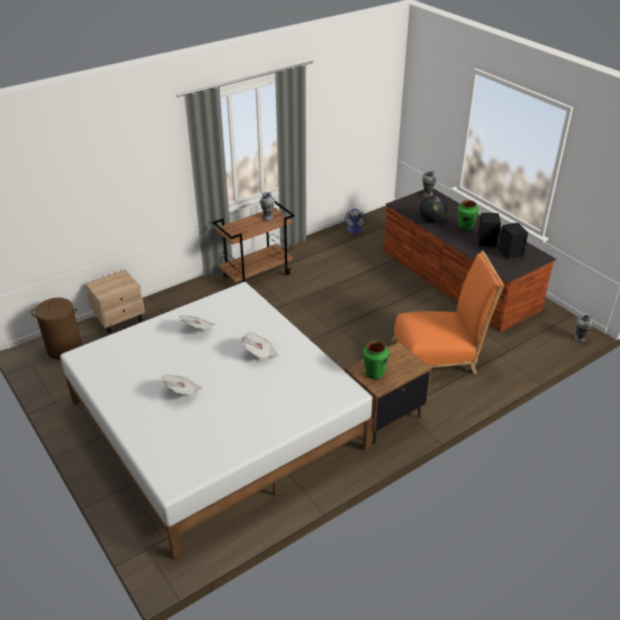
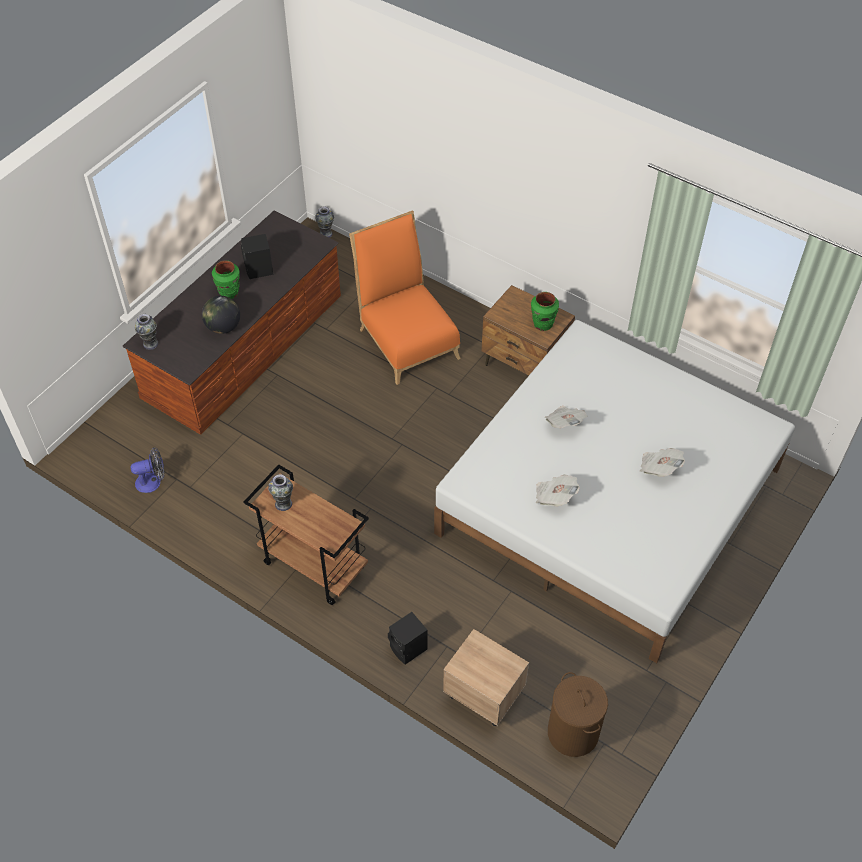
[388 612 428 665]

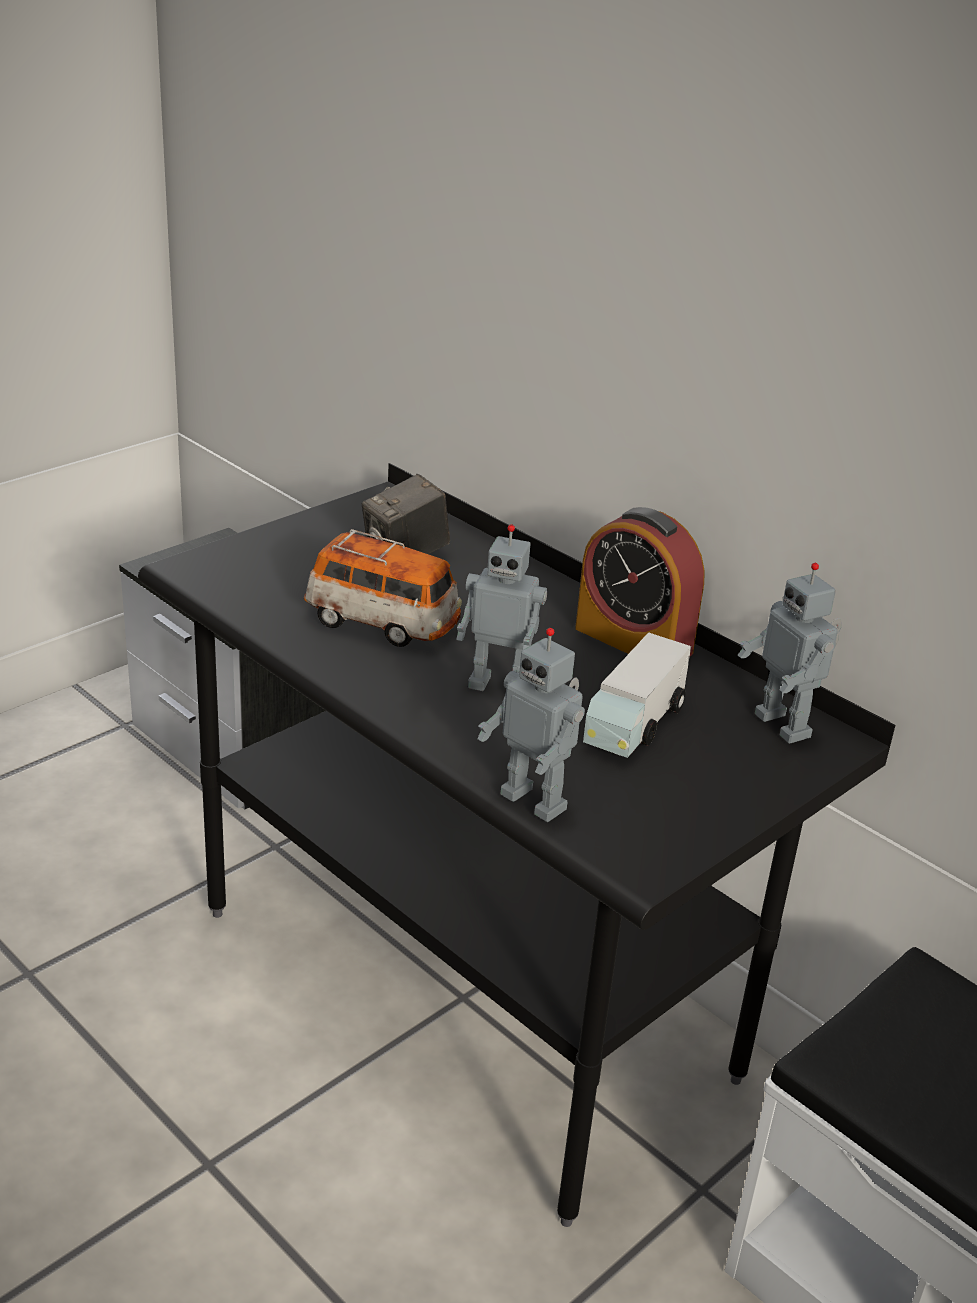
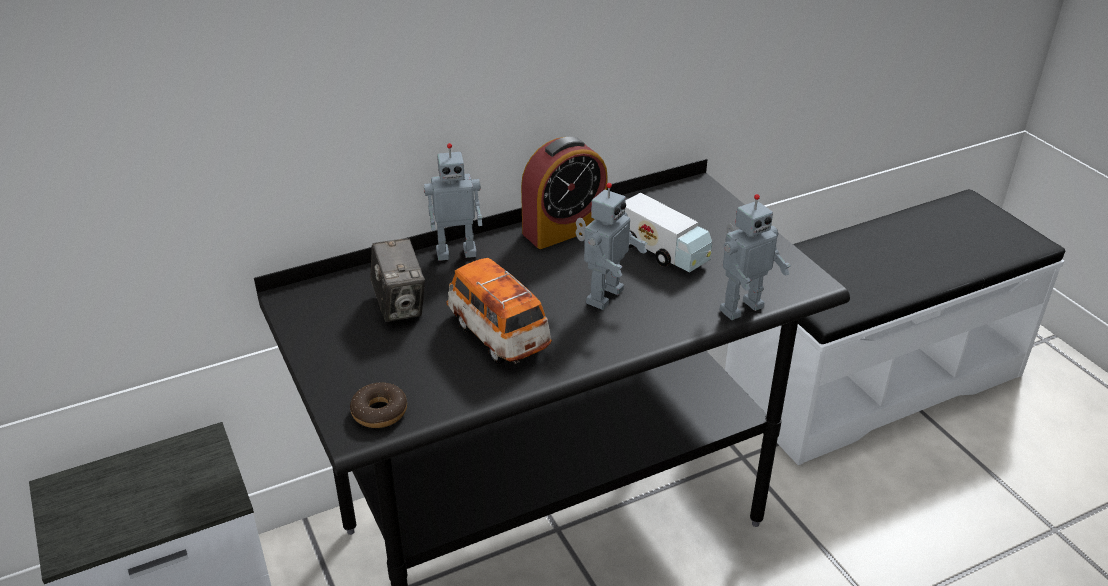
[447 258 552 364]
[424 143 482 261]
[350 382 407 428]

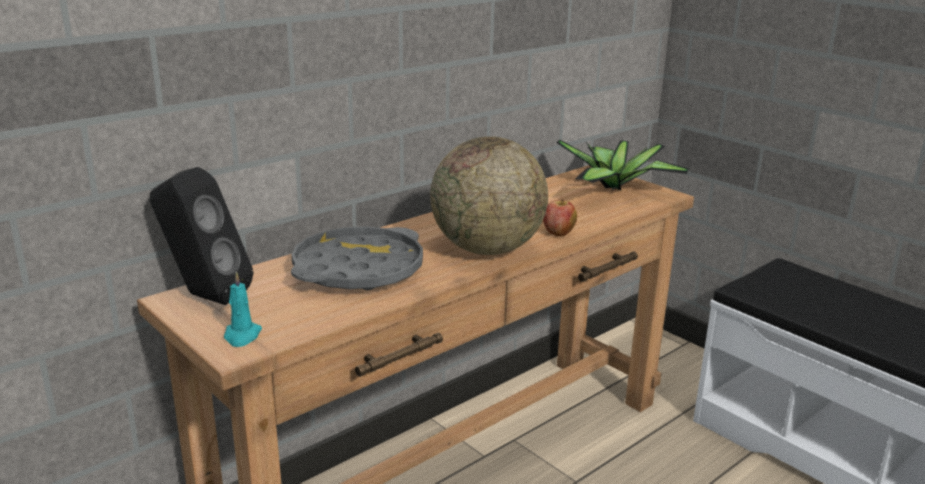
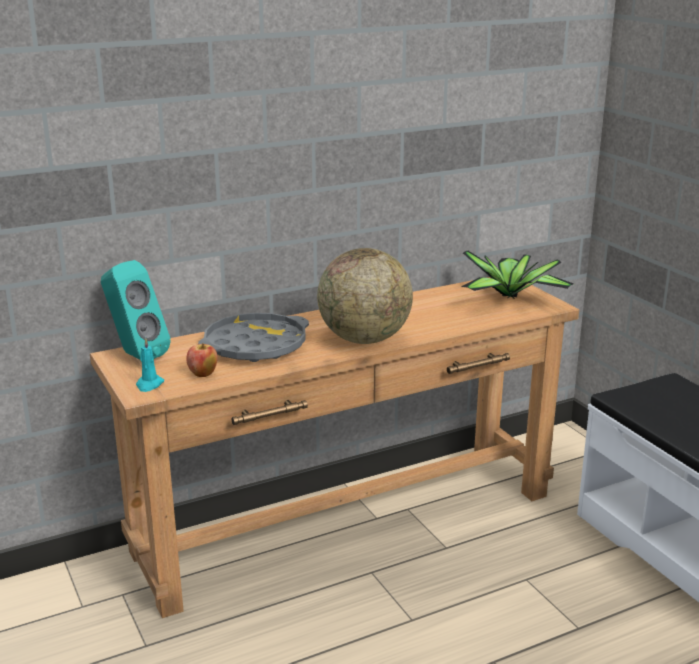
[101 260 171 360]
[186 343 218 377]

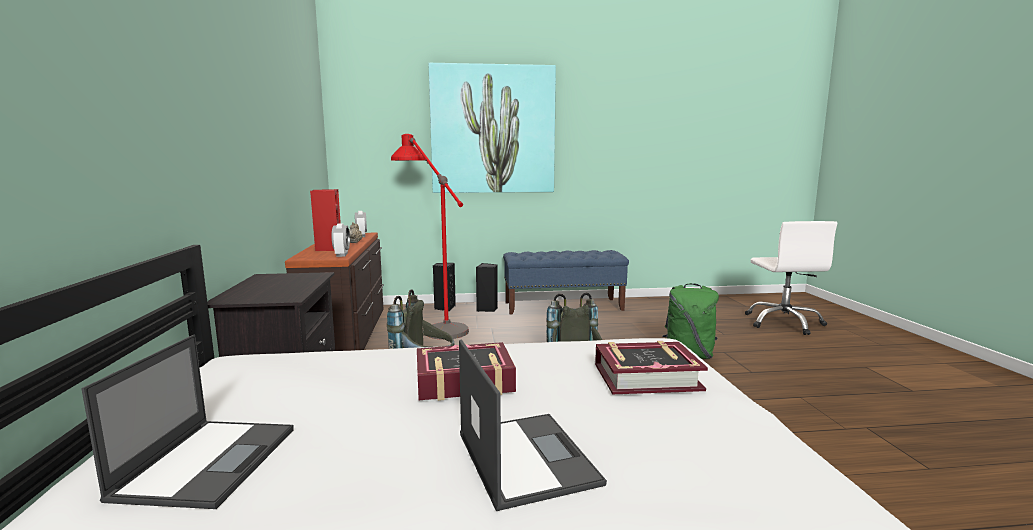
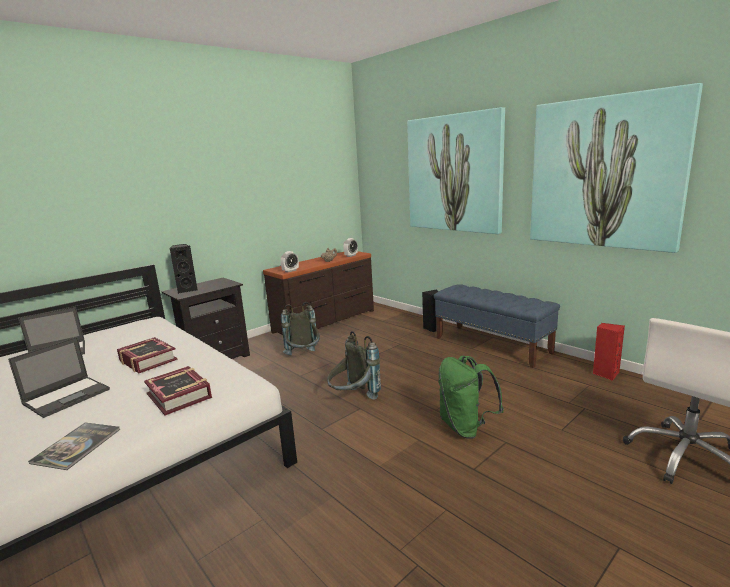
[391 134 469 340] (first image)
[593 323 625 381]
[170 244 198 293]
[530 83 703 253]
[28 423 120 470]

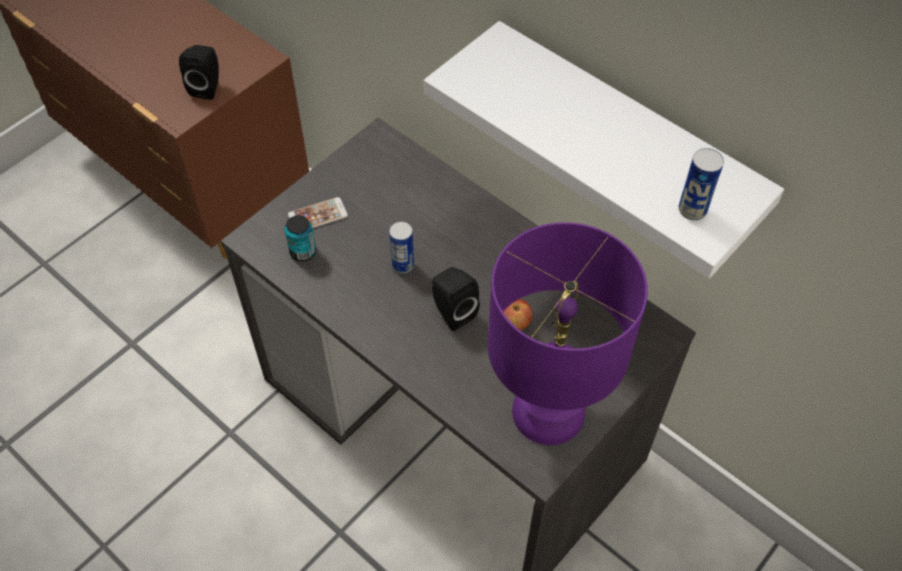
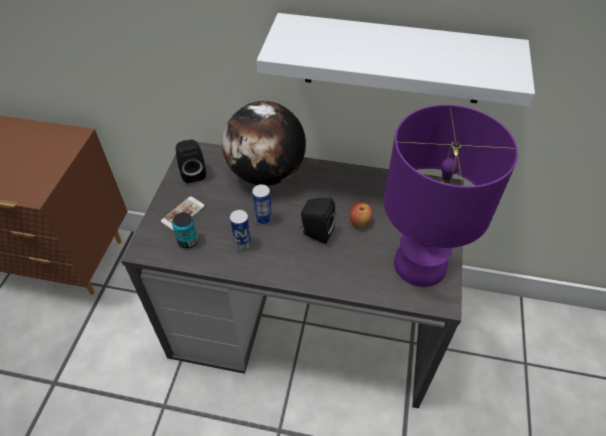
[176 139 206 183]
[230 209 251 251]
[222 101 306 186]

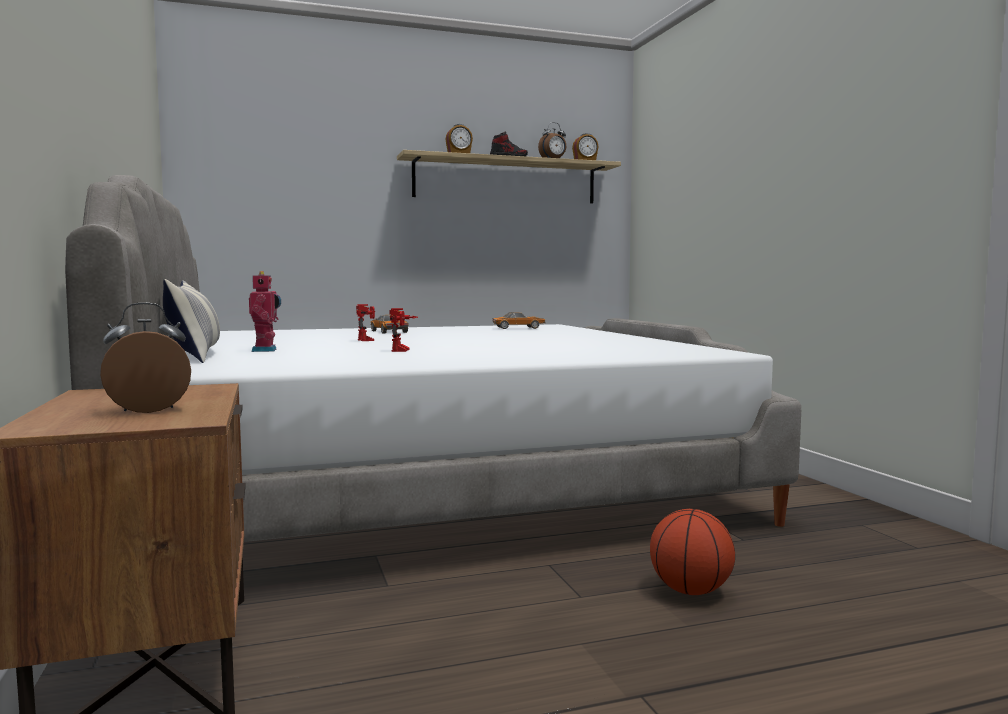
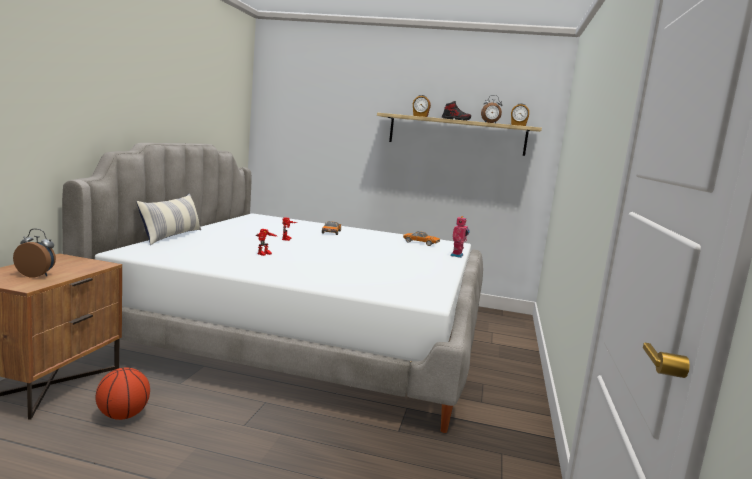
[450 216 470 258]
[96 368 150 420]

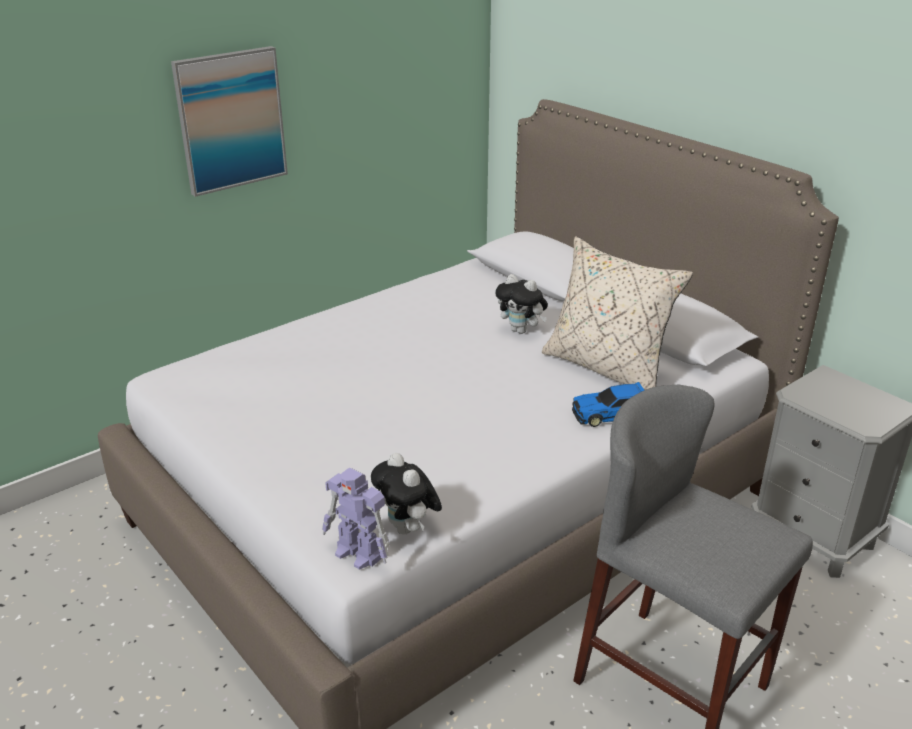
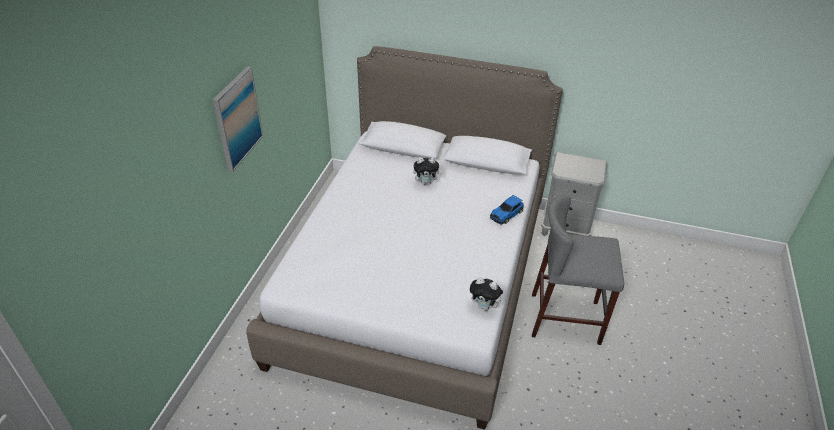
[542 236 693 390] (first image)
[322 468 390 570] (first image)

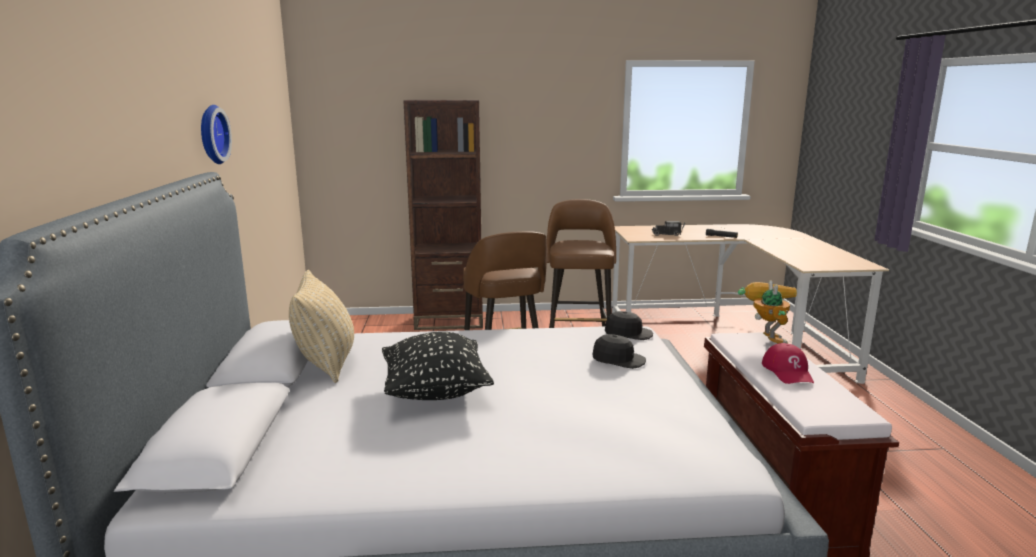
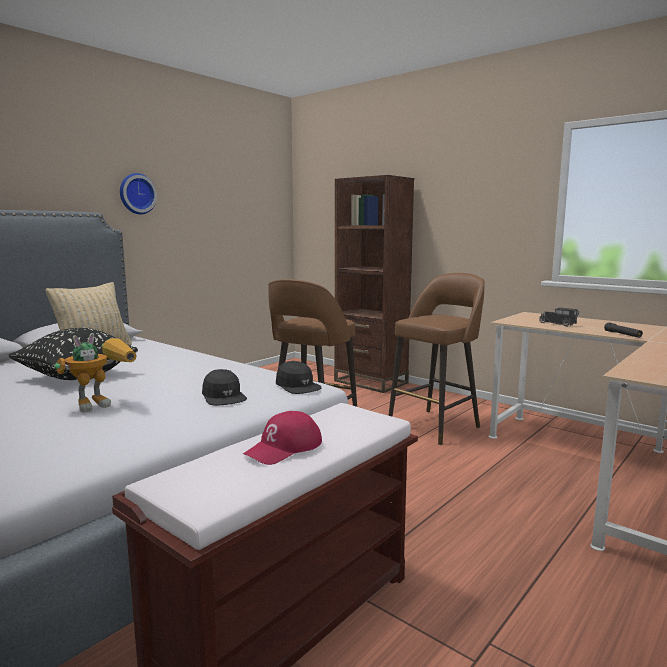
[54 333 137 413]

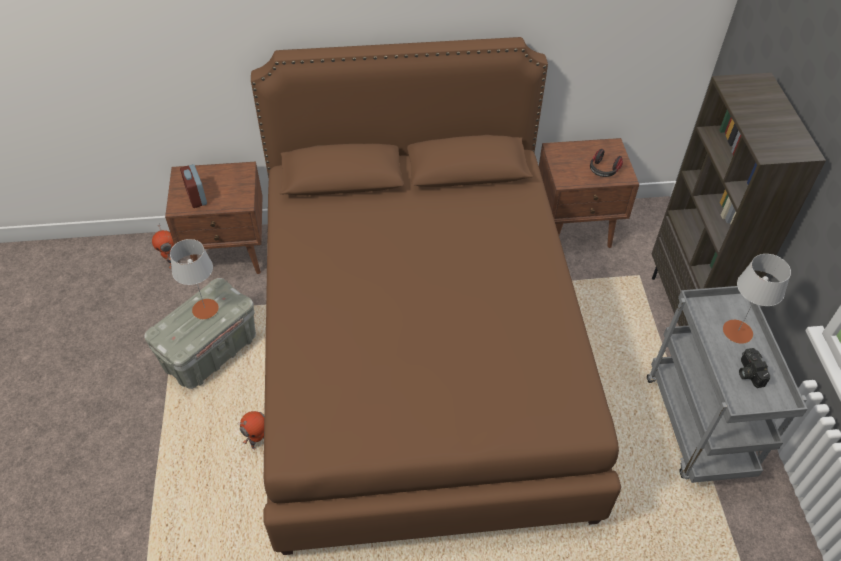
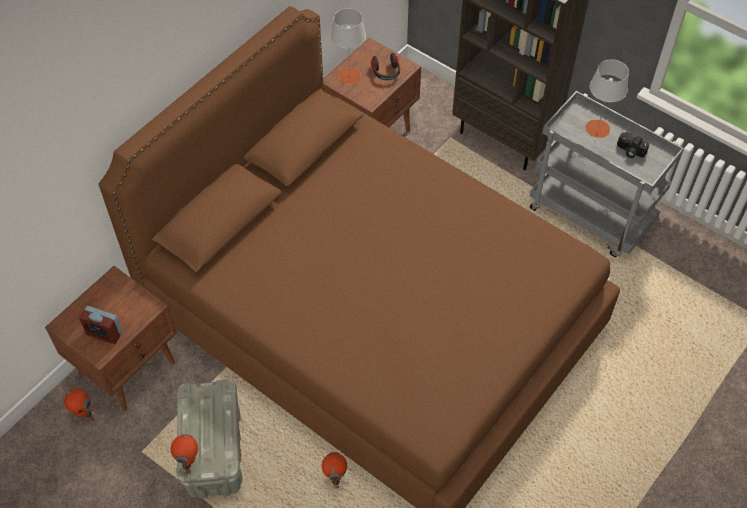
[331 8 366 84]
[171 429 198 474]

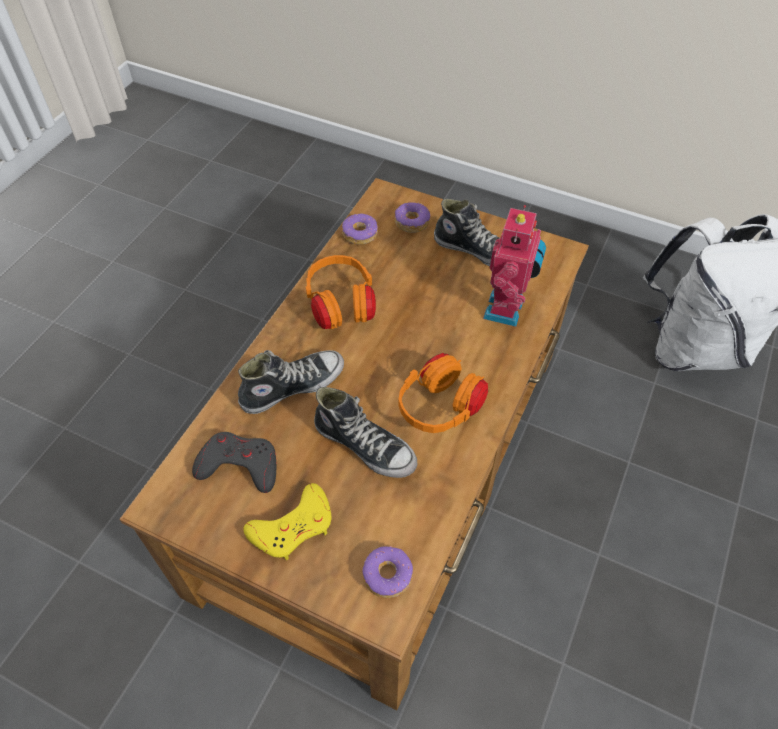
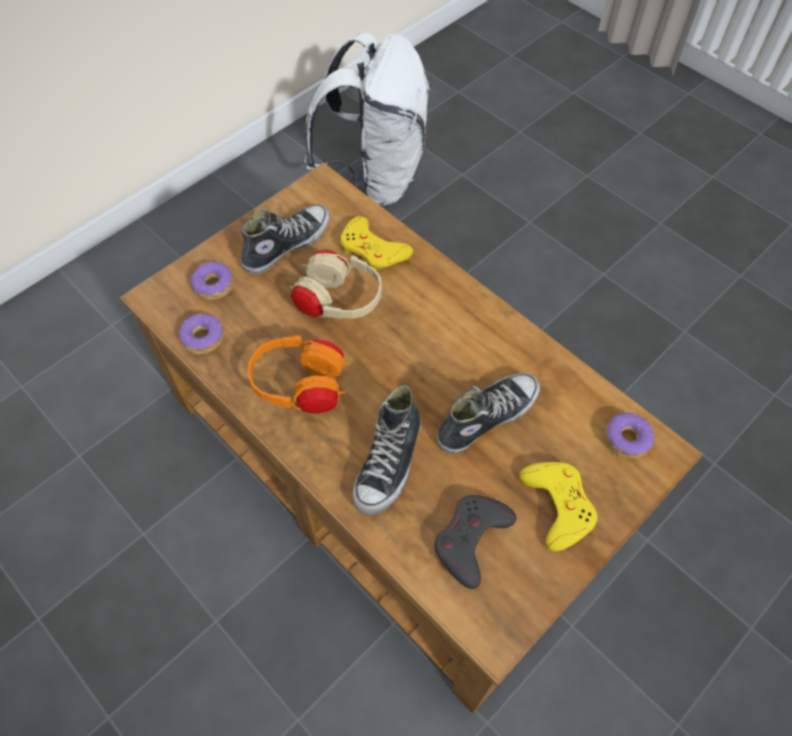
[340 216 413 270]
[353 384 421 515]
[398 353 488 433] (first image)
[289 250 382 319]

